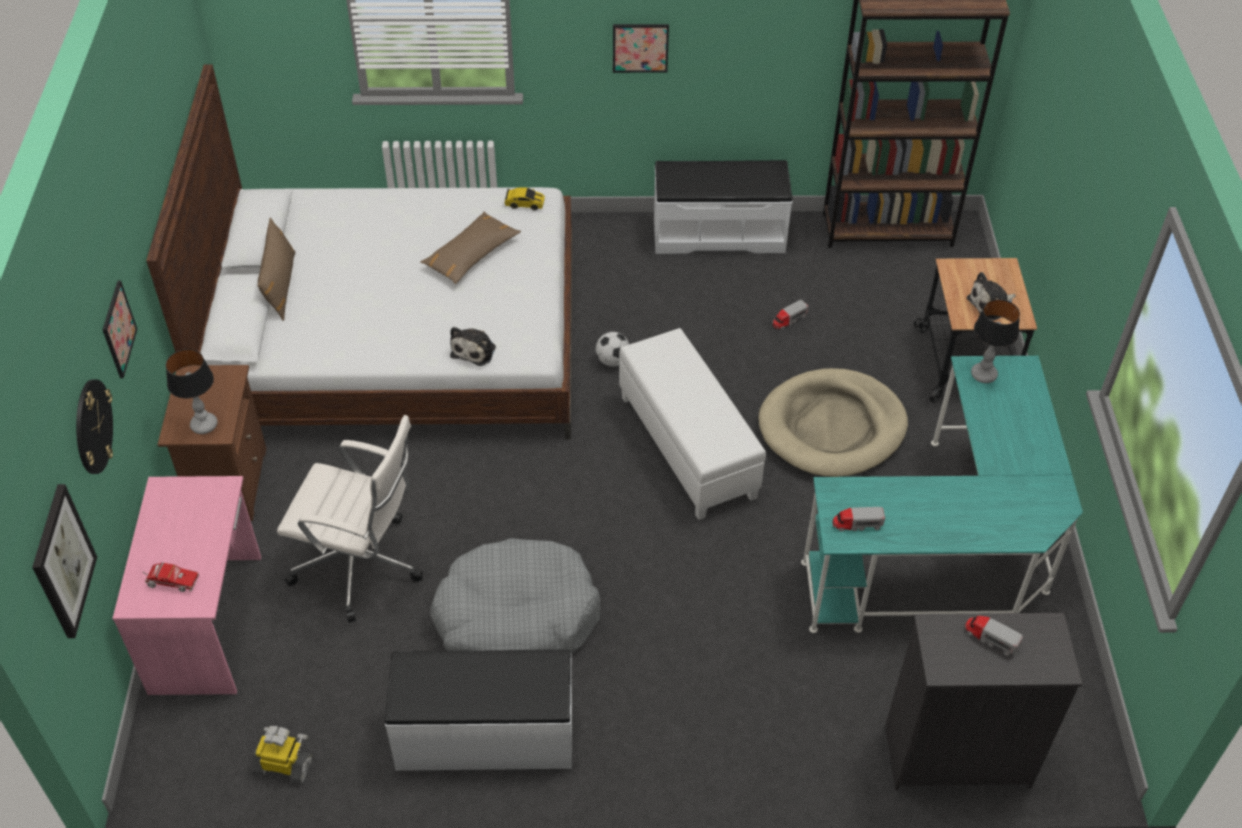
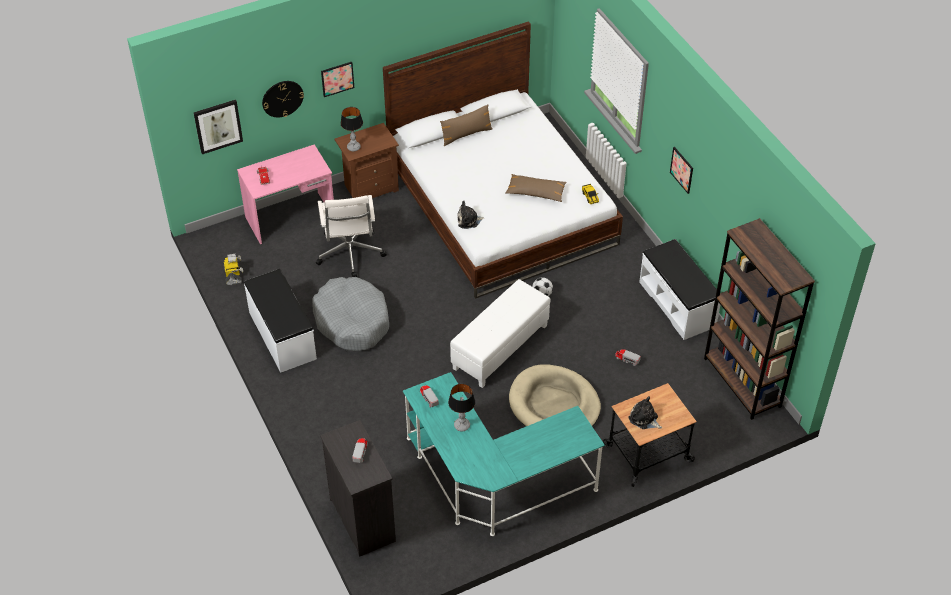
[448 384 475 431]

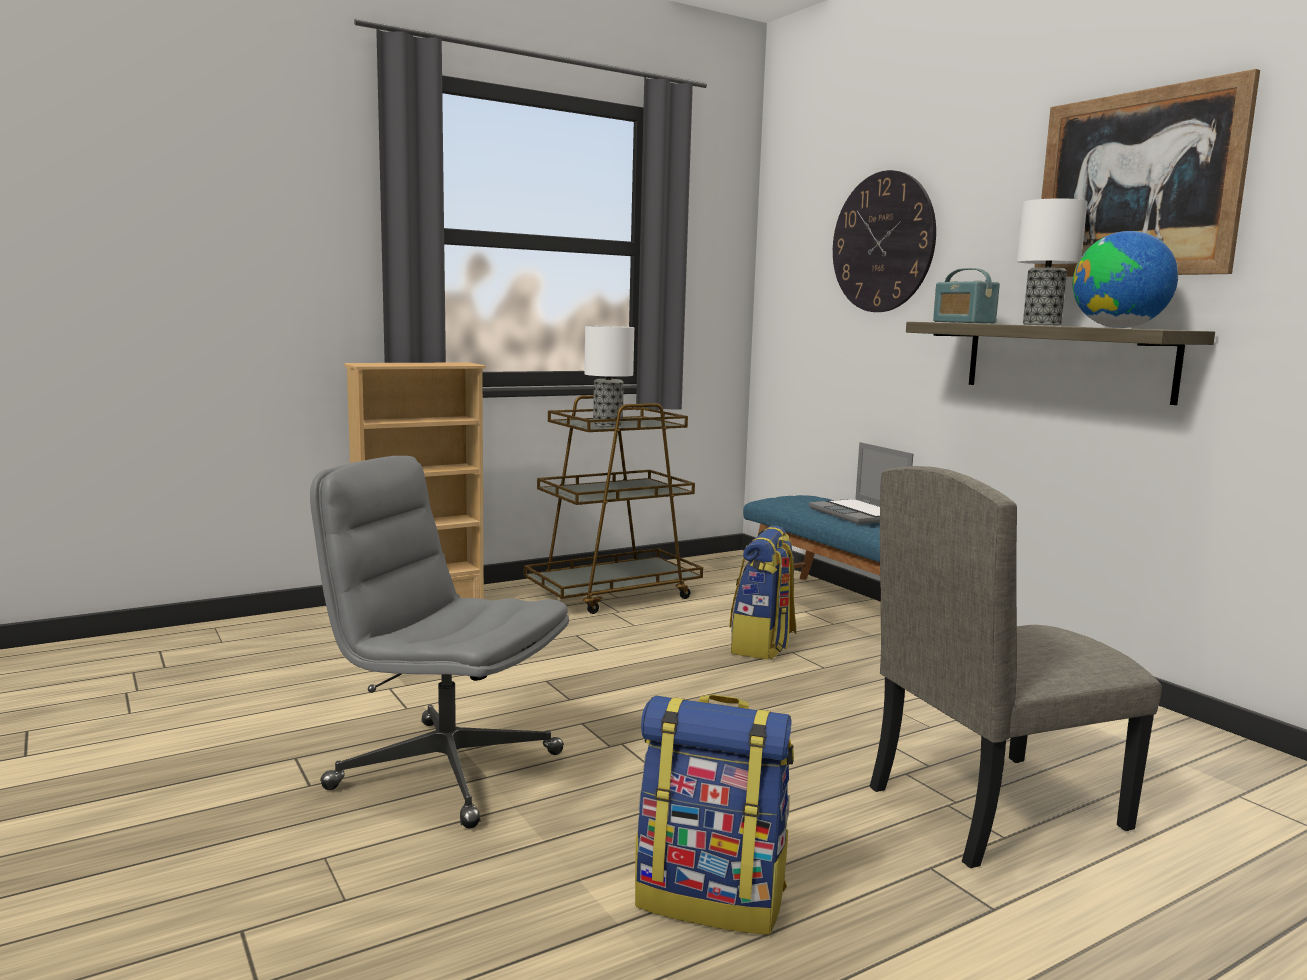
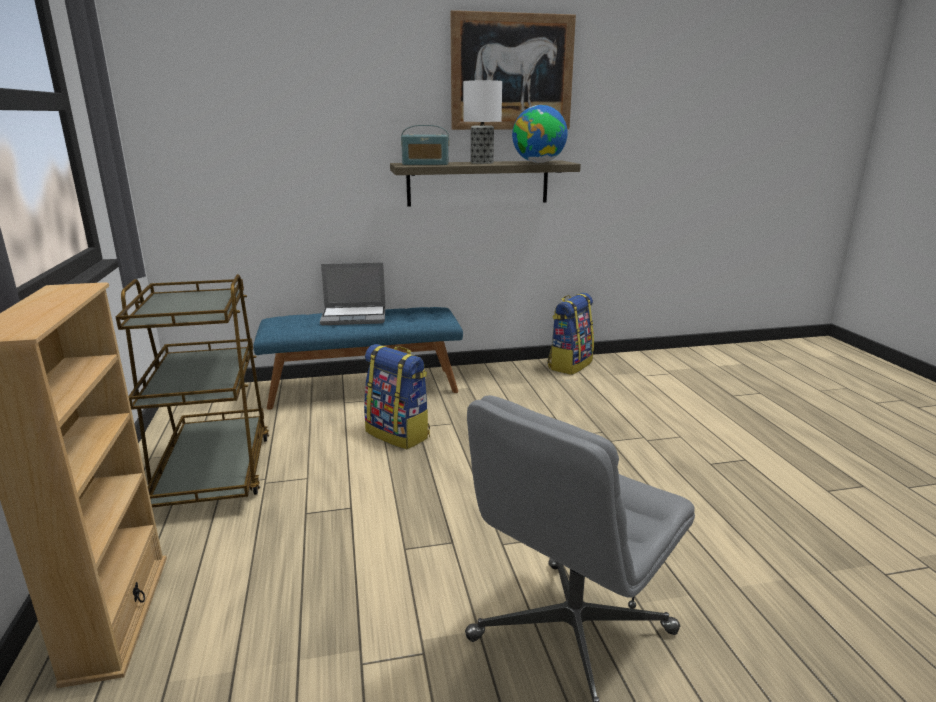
[833 170 936 312] (first image)
[584 326 634 427] (first image)
[870 466 1162 868] (first image)
[547 293 594 375]

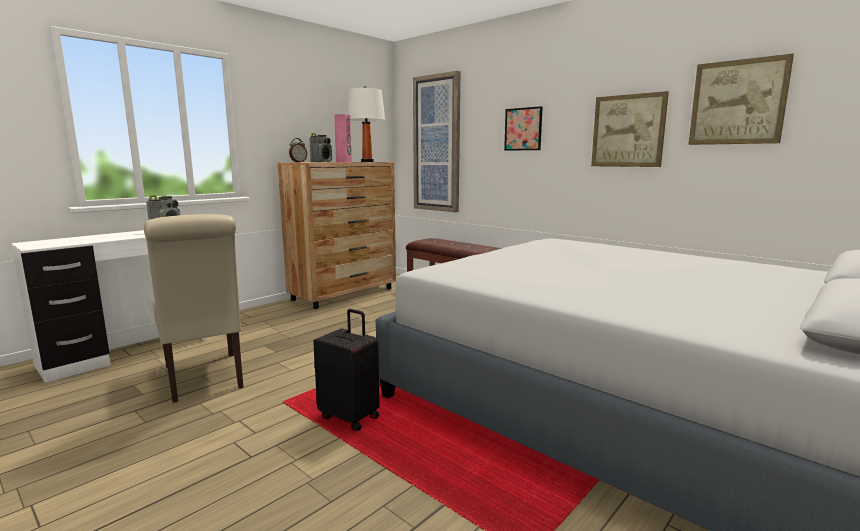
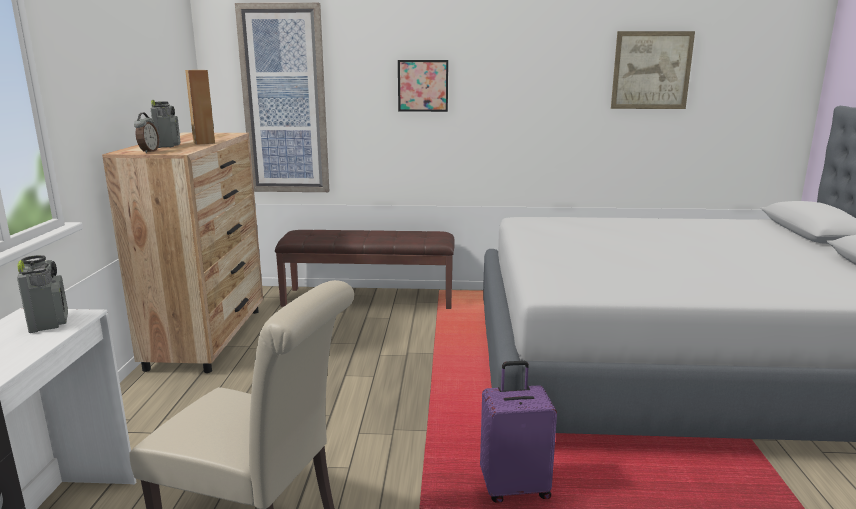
[347 86 385 162] (first image)
[591 91 669 167] (first image)
[185 70 215 145]
[480 361 557 502]

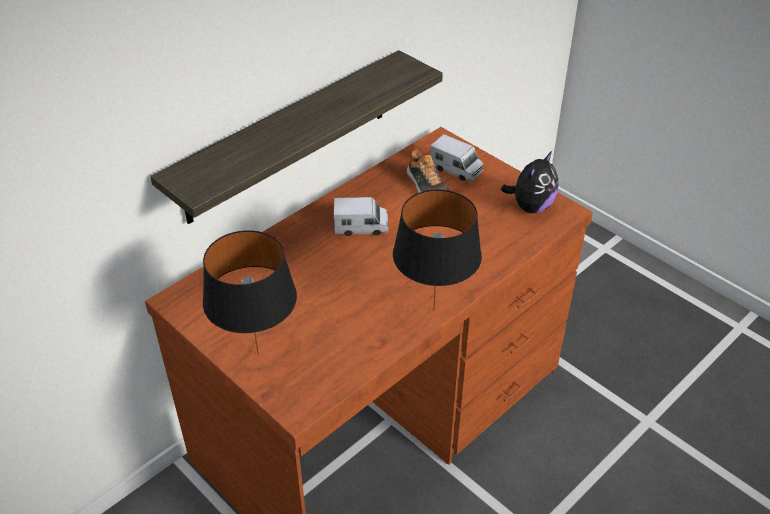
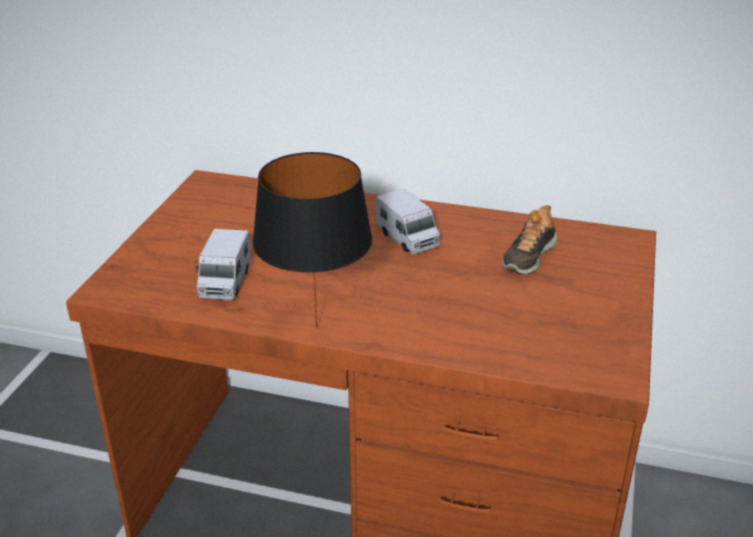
[150 50 443 224] (first image)
[195 229 252 300]
[501 151 558 213] (first image)
[203 230 297 355] (first image)

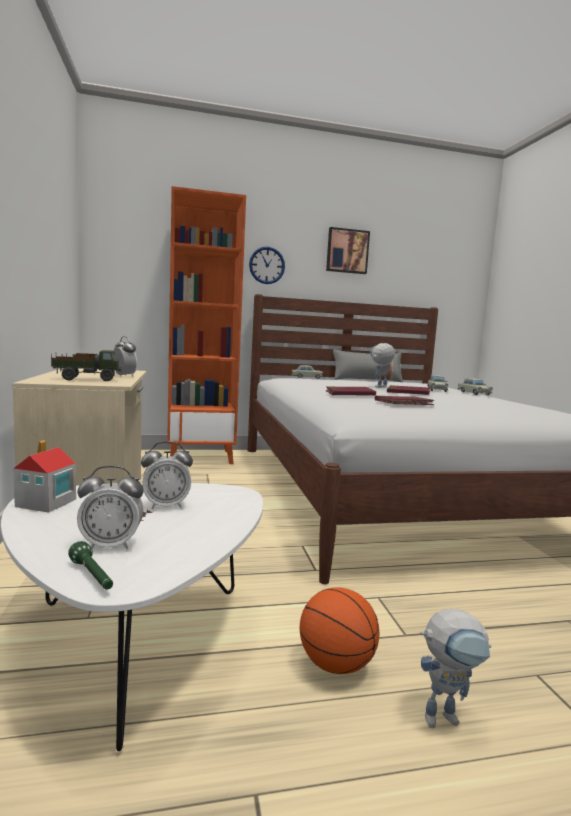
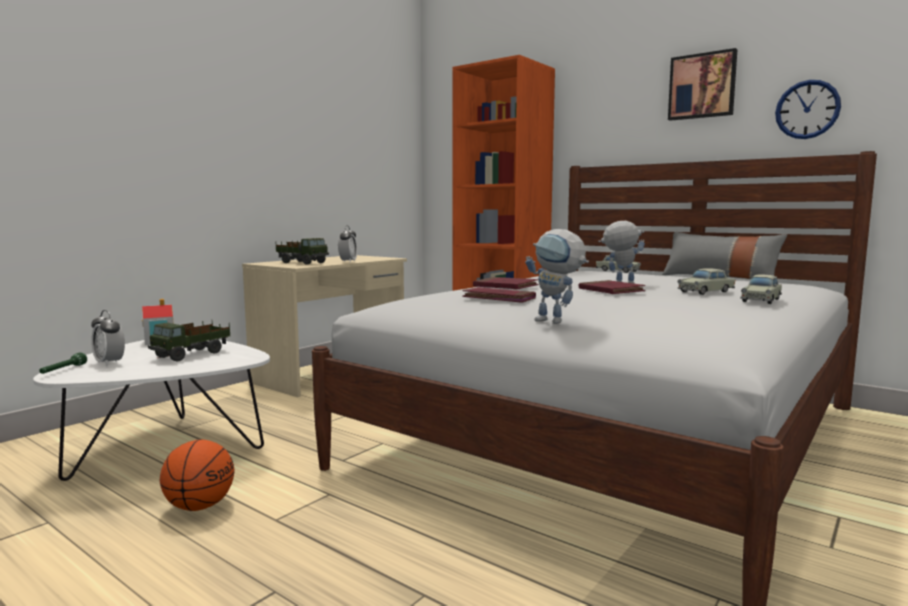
[775 80 841 139]
[148 321 230 361]
[525 229 589 324]

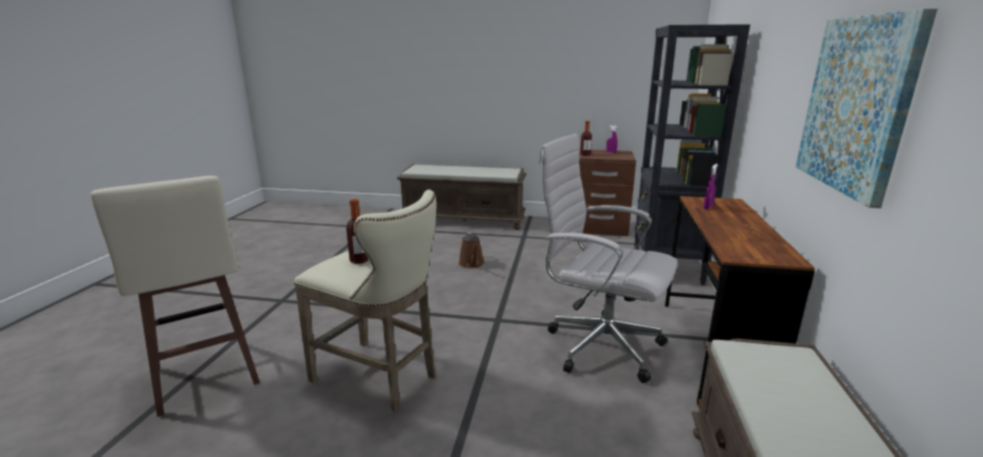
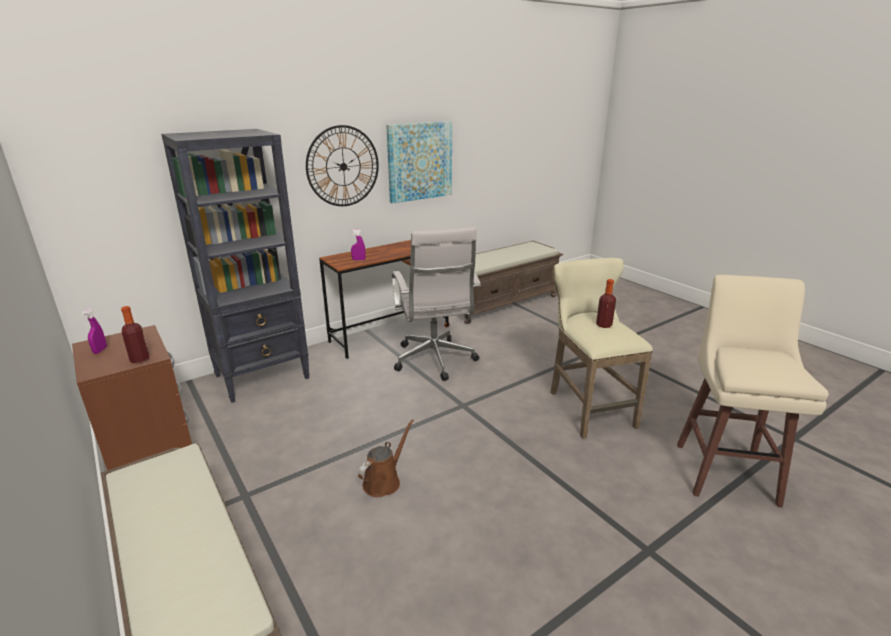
[306 125 379 206]

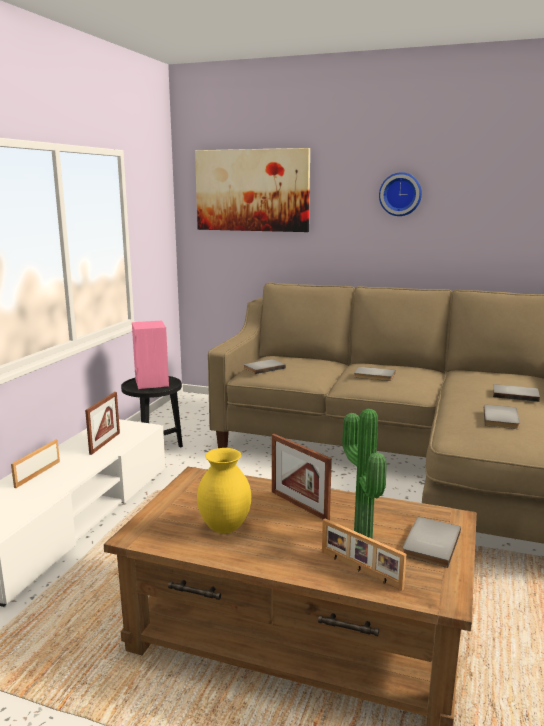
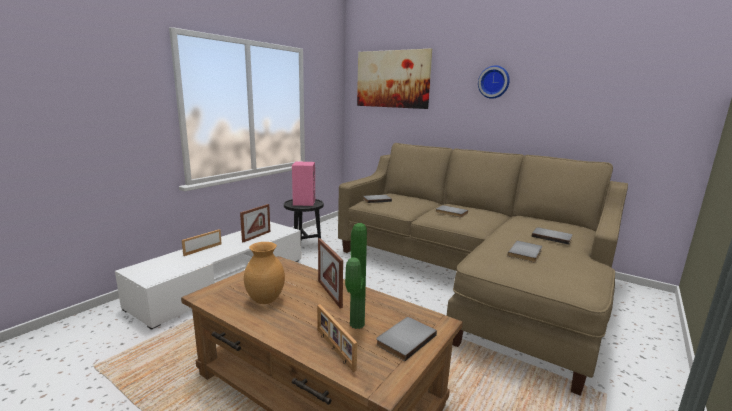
[244 242 285 304]

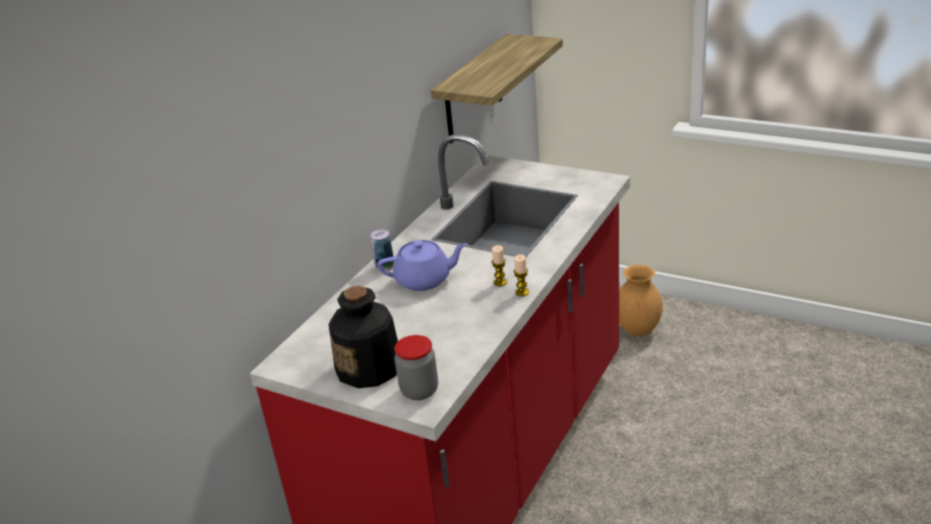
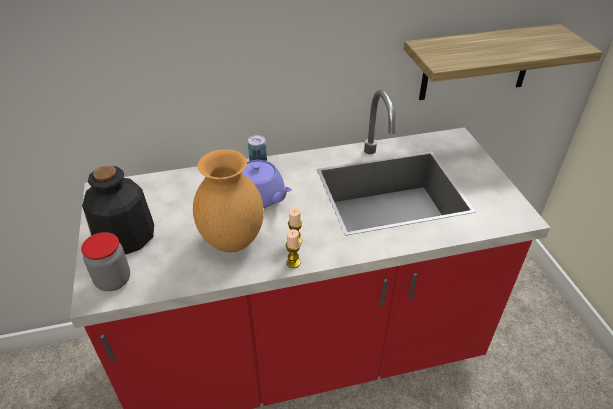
[193 149 264 252]

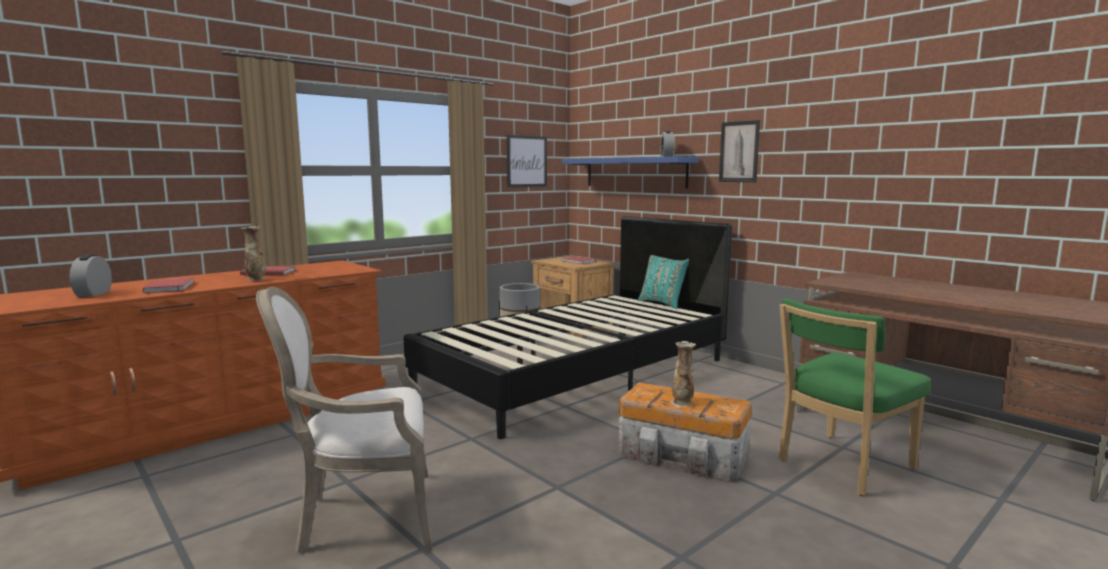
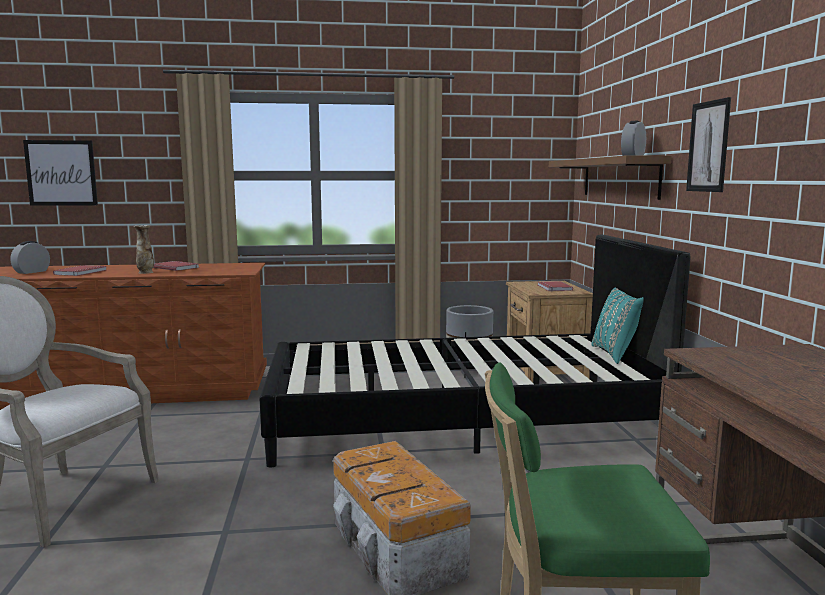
[23 140 98 206]
[549 155 672 200]
[672 341 696 406] (first image)

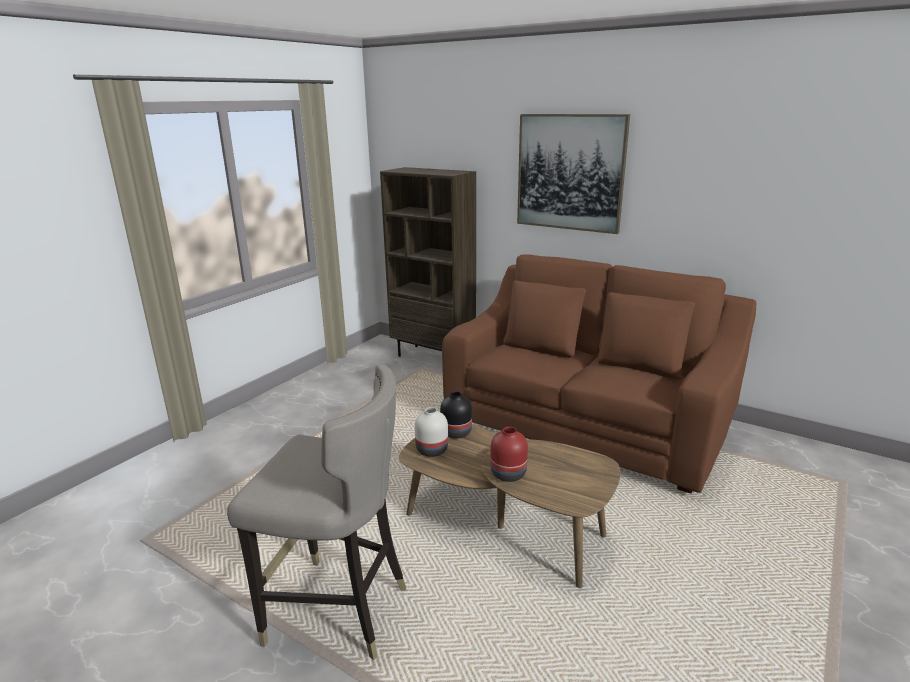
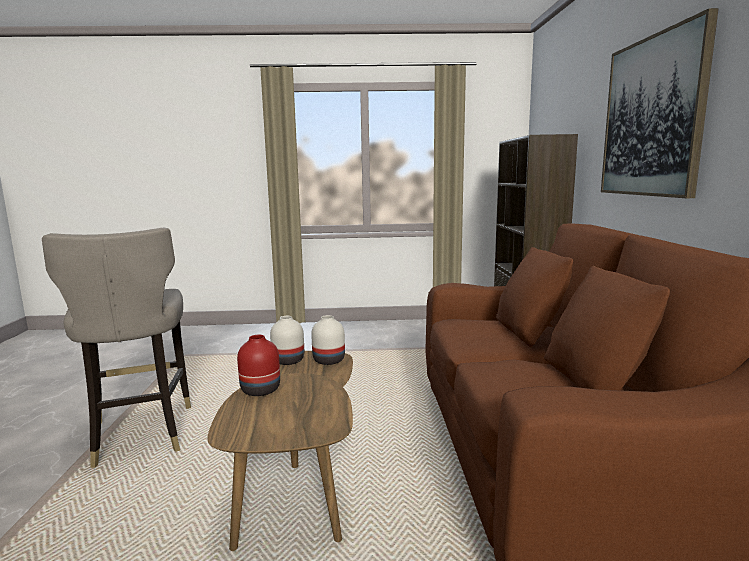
[311 315 345 365]

